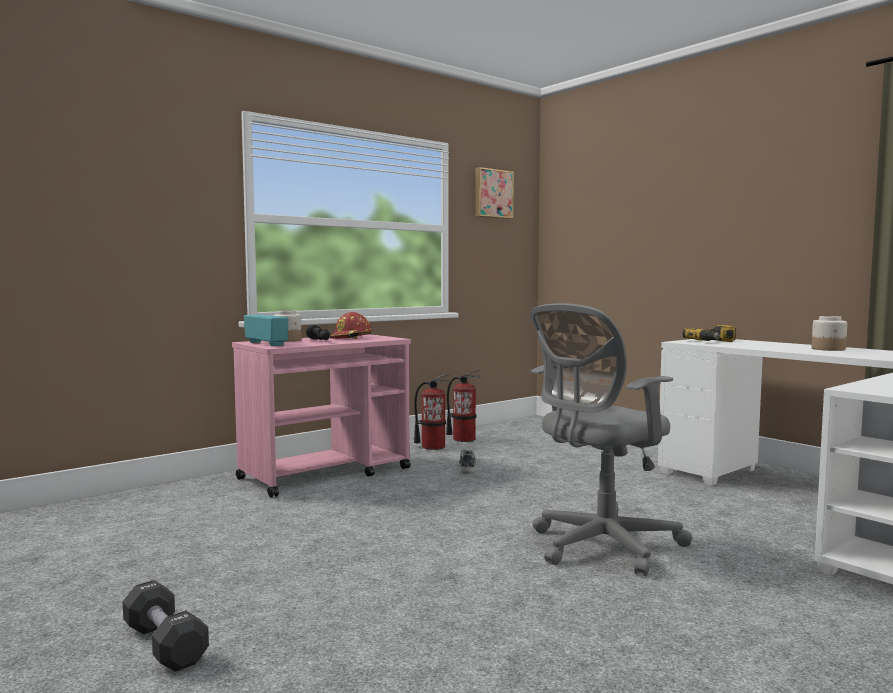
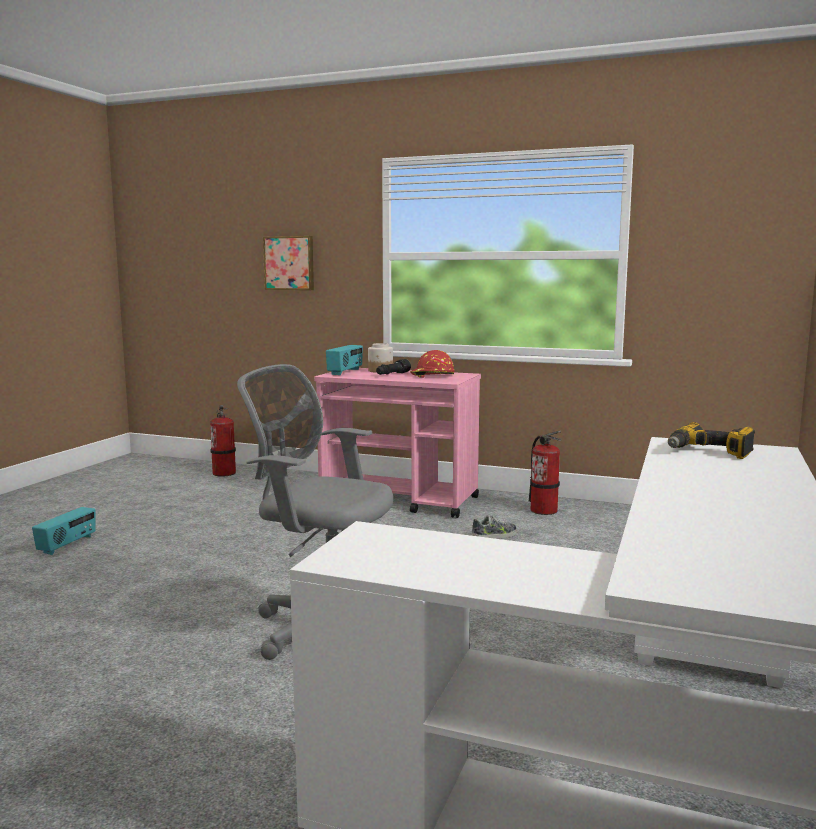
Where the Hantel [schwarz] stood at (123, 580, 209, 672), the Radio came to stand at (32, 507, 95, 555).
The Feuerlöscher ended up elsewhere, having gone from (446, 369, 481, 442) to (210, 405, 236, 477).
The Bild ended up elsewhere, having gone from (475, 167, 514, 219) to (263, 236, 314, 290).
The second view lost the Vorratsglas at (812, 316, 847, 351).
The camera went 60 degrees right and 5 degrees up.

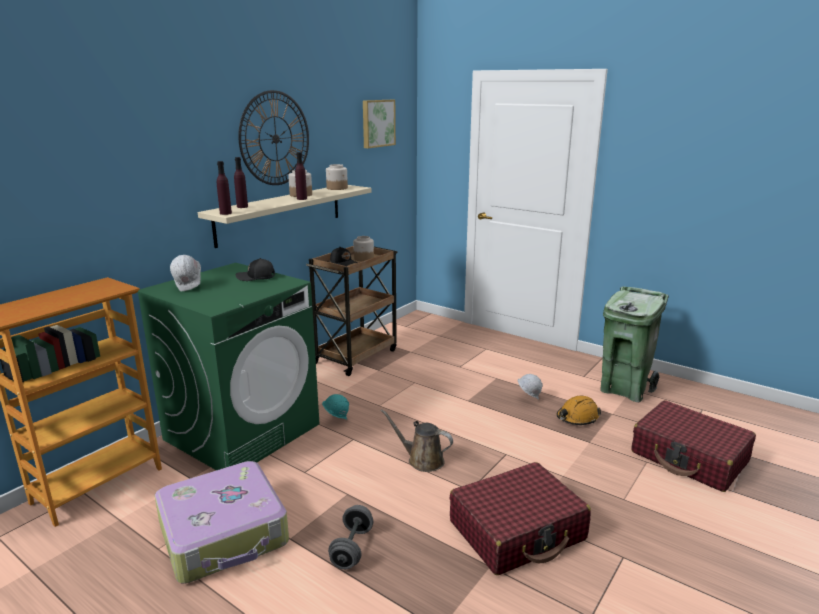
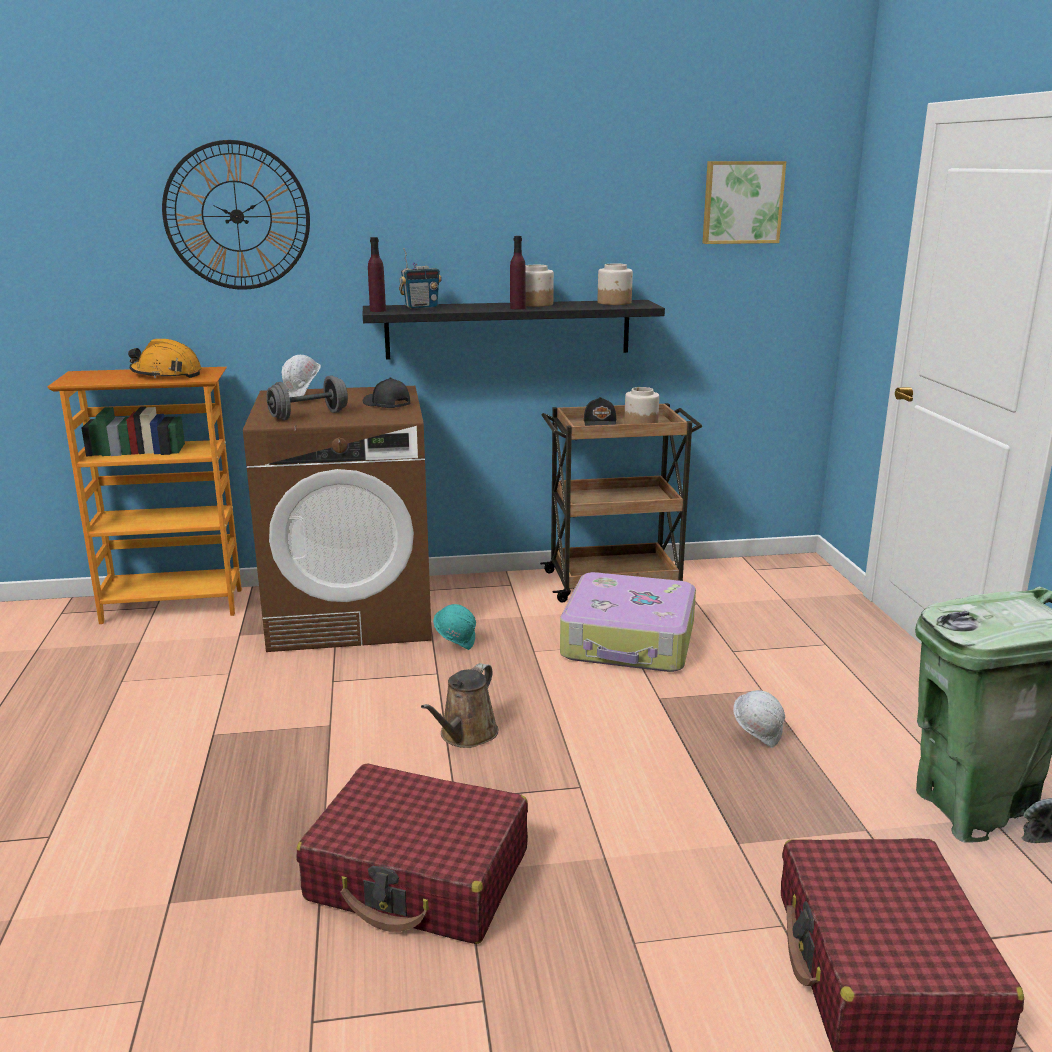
What was the Waschmaschine [grün] at (137, 263, 319, 470) turned into the Waschmaschine [braun] at (243, 386, 432, 652).
The Koffer ended up elsewhere, having gone from (155, 461, 289, 584) to (560, 572, 696, 672).
What was the Wandregal [beige] at (198, 185, 372, 248) turned into the Wandregal [schwarz] at (363, 300, 665, 360).
Where the Flasche [lila] stood at (234, 157, 248, 208), the Radio came to stand at (399, 248, 442, 309).
The Wanduhr ended up elsewhere, having gone from (238, 90, 309, 185) to (162, 140, 310, 290).
The Hantel [grau] ended up elsewhere, having gone from (328, 505, 373, 569) to (266, 375, 348, 420).
The Gießkanne [braun] at (381, 409, 453, 472) ended up facing another way, 135 degrees counterclockwise from before.
The Schutzhelm [orange] ended up elsewhere, having gone from (556, 396, 601, 425) to (128, 339, 202, 378).
The camera went 45 degrees right and 0 degrees up.

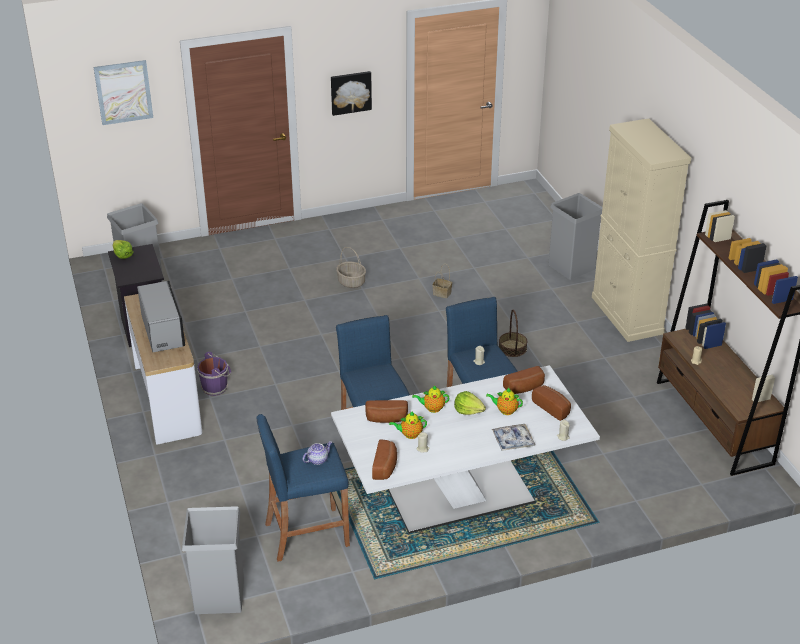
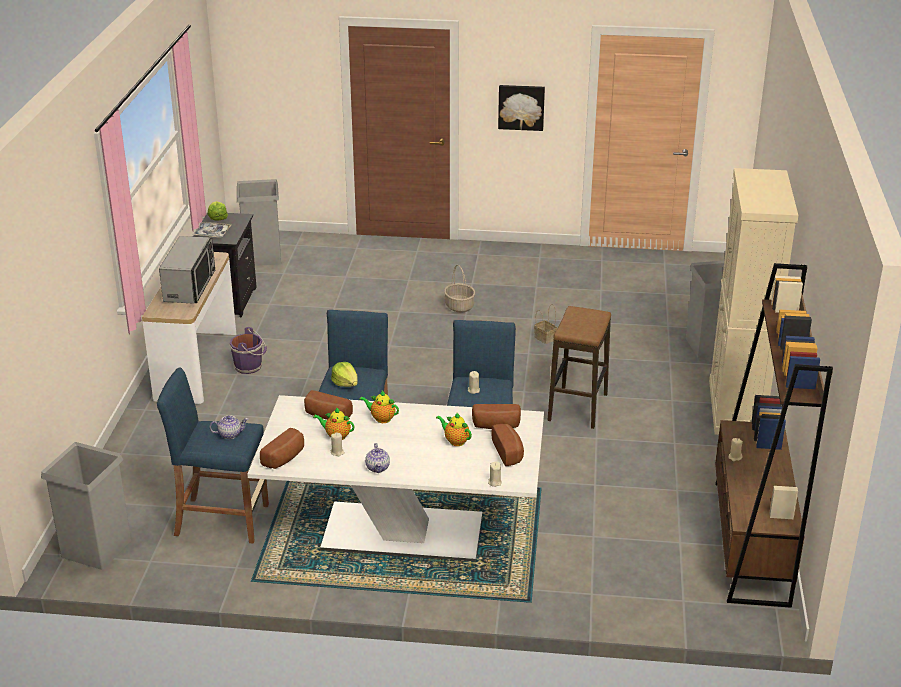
The second view lost the Bild at (94, 60, 153, 125).
The Salatkopf ended up elsewhere, having gone from (454, 391, 486, 415) to (331, 362, 358, 387).
The Tablett ended up elsewhere, having gone from (492, 424, 535, 451) to (193, 222, 232, 238).
Where the Korb stood at (499, 310, 527, 357), the Hocker came to stand at (547, 306, 611, 429).
The second view gained the Teekanne at (365, 443, 390, 473).
The camera went 25 degrees right and 5 degrees down.

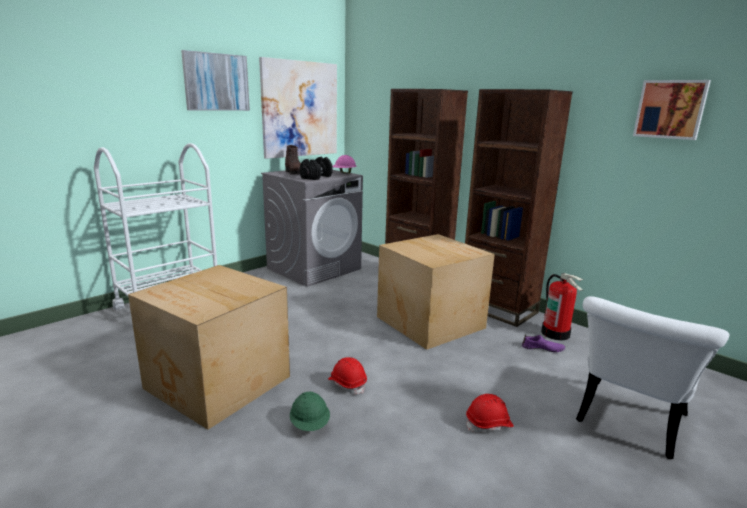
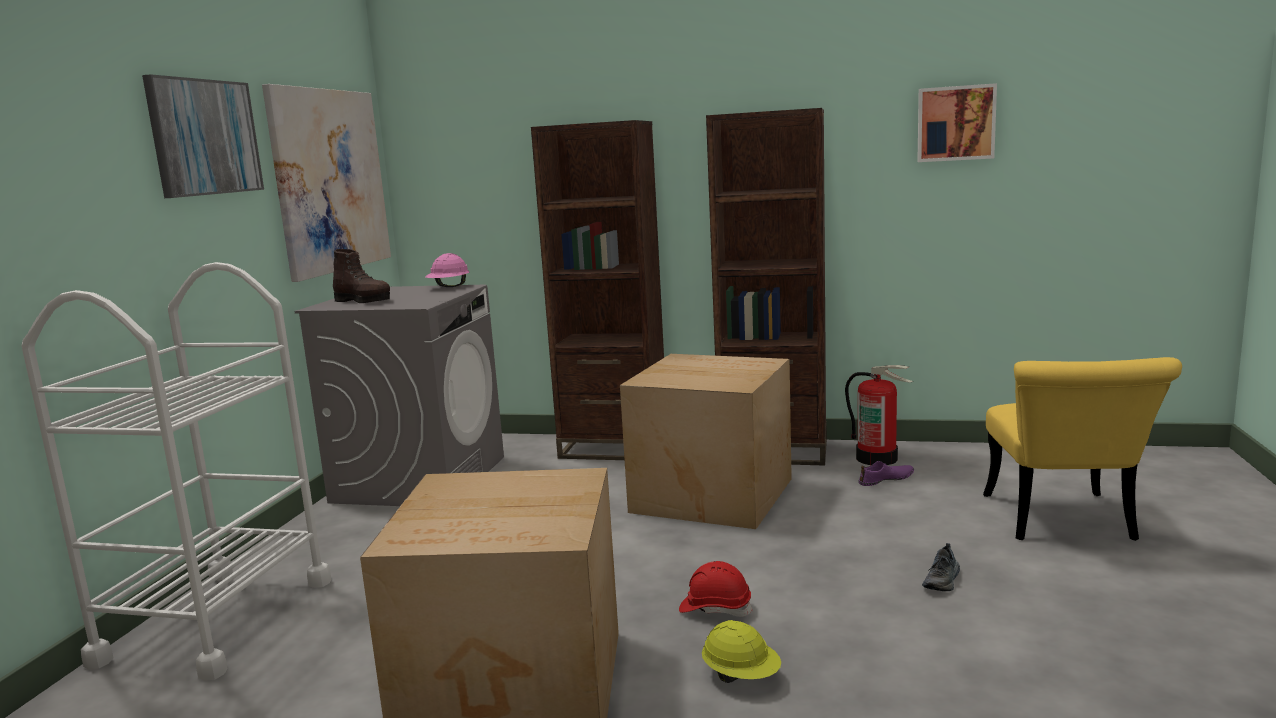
What was the Schutzhelm [grün] at (290, 392, 330, 431) turned into the Schutzhelm [gelb] at (702, 620, 781, 683).
The second view lost the Hantel [schwarz] at (299, 157, 333, 180).
Where the Schutzhelm [rot] stood at (466, 394, 514, 433), the Schuh came to stand at (922, 543, 960, 591).
What was the Stuhl [weiß] at (576, 296, 729, 459) turned into the Stuhl [gelb] at (983, 357, 1182, 541).
The camera went 30 degrees left and 5 degrees down.

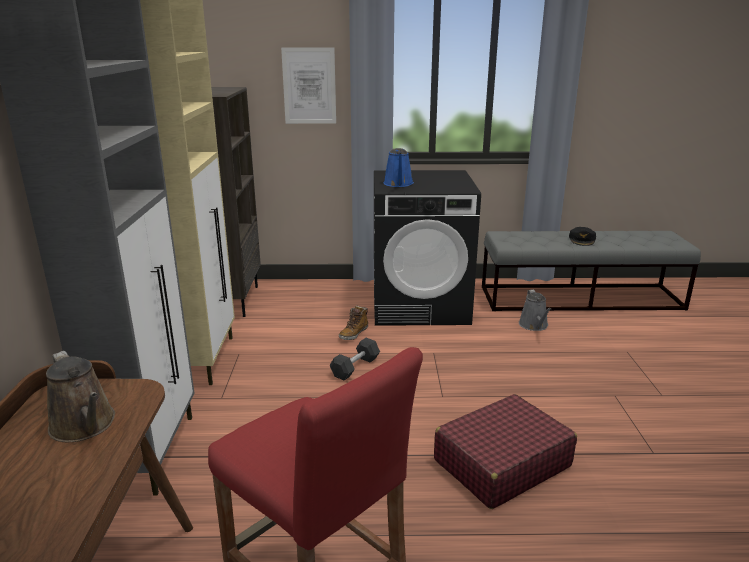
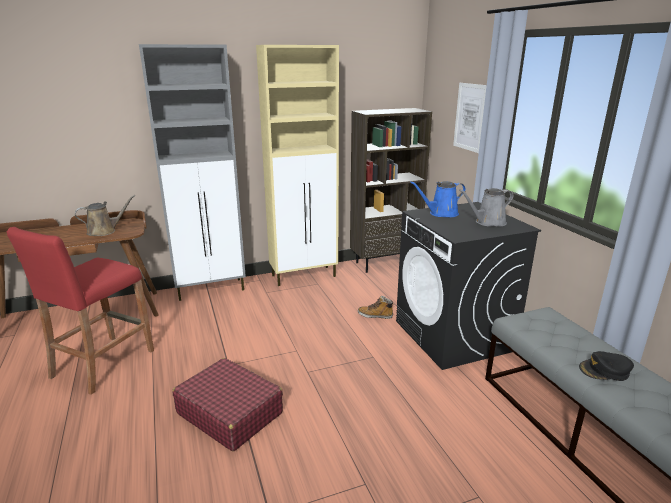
The Gießkanne [braun] at (46, 351, 115, 442) ended up facing another way, 150 degrees counterclockwise from before.
The second view lost the Hantel [schwarz] at (330, 338, 380, 380).
The Gießkanne [grau] ended up elsewhere, having gone from (519, 290, 551, 331) to (459, 188, 513, 227).
The camera went 70 degrees right and 0 degrees up.

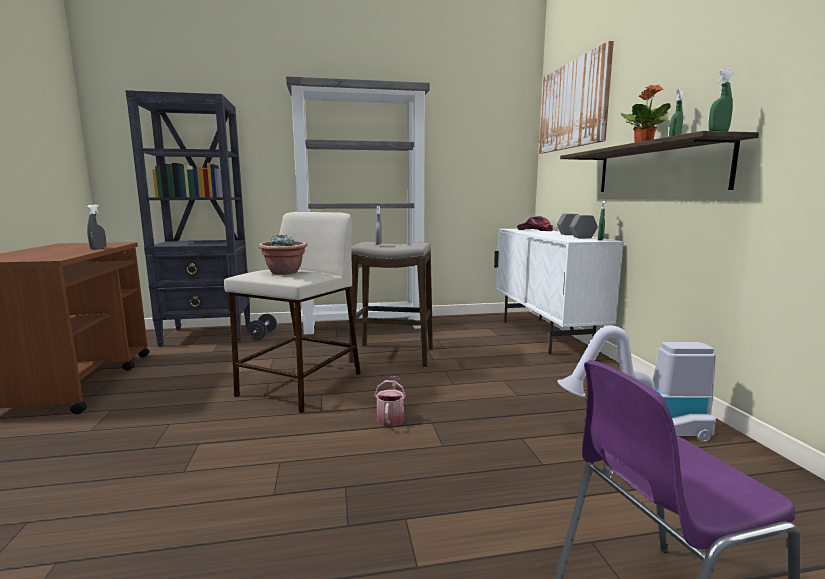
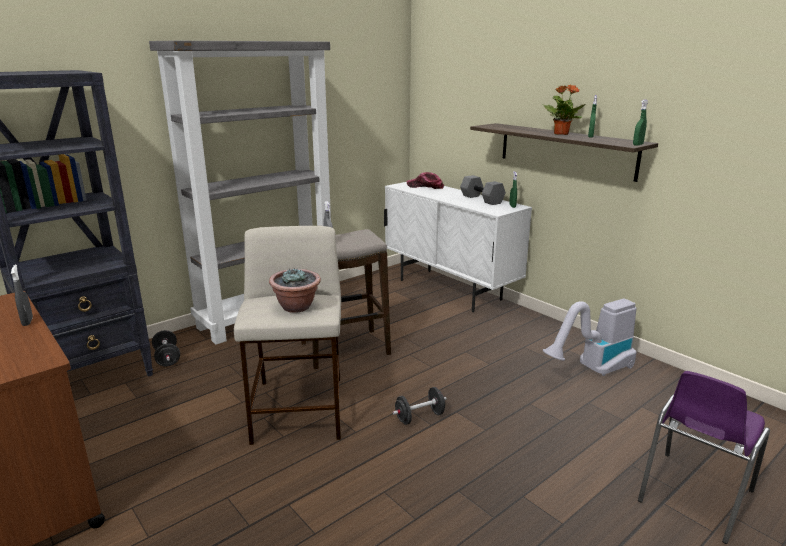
Where the Gießkanne stood at (374, 376, 406, 426), the Hantel [schwarz] came to stand at (393, 387, 447, 425).
The second view lost the Bild at (539, 41, 614, 154).
The camera went 30 degrees left and 10 degrees up.

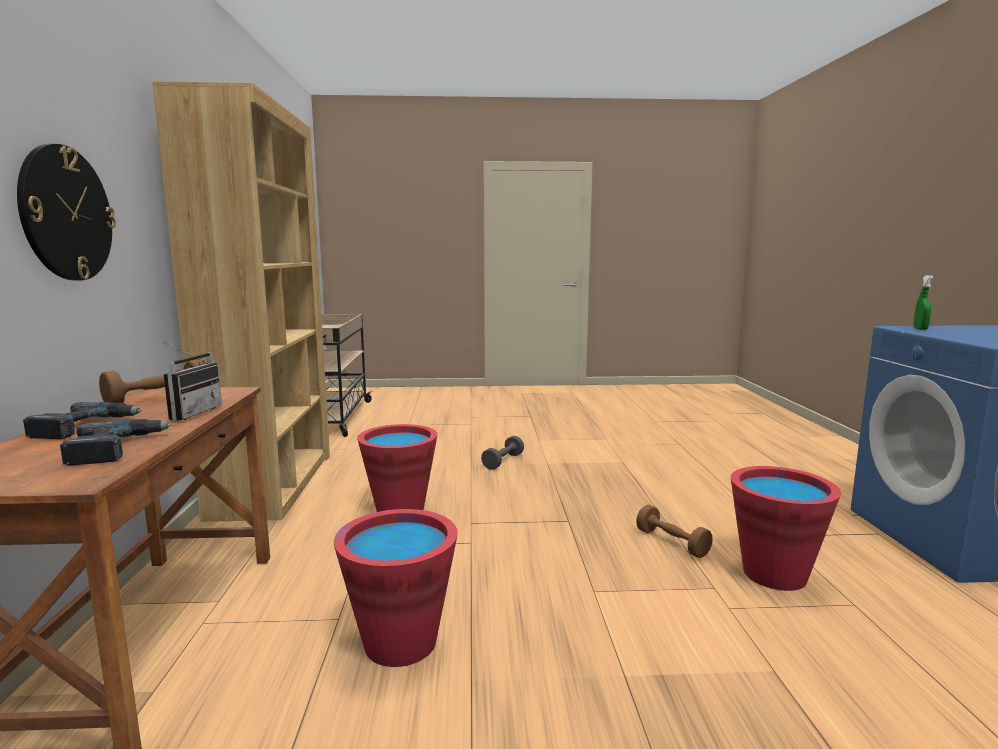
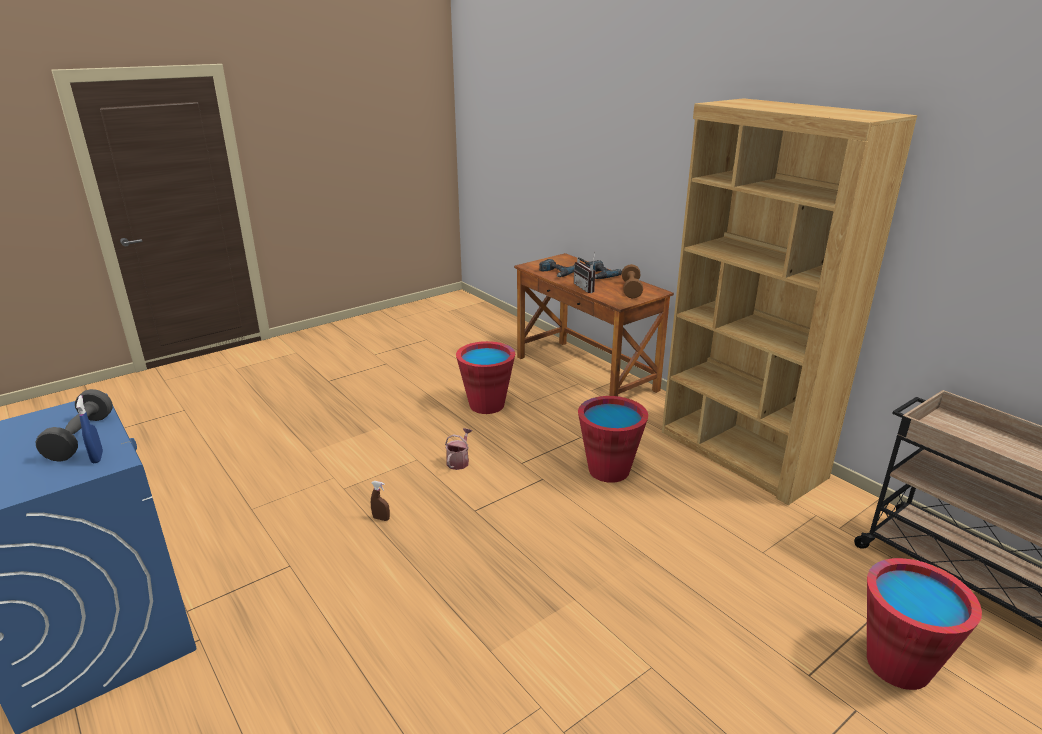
The second view lost the Wanduhr at (17, 144, 116, 280).
The Hantel [grau] ended up elsewhere, having gone from (481, 436, 524, 470) to (35, 389, 113, 462).
Where the Hantel [braun] stood at (636, 505, 713, 558), the Sprühflasche [braun] came to stand at (371, 481, 390, 521).
The Eimer [rot] ended up elsewhere, having gone from (731, 466, 841, 591) to (867, 558, 982, 690).
What was the Sprühflasche [grün] at (913, 275, 933, 330) turned into the Sprühflasche [blau] at (76, 395, 103, 463).
The second view gained the Gießkanne at (445, 428, 472, 470).
The camera went 145 degrees right and 15 degrees up.

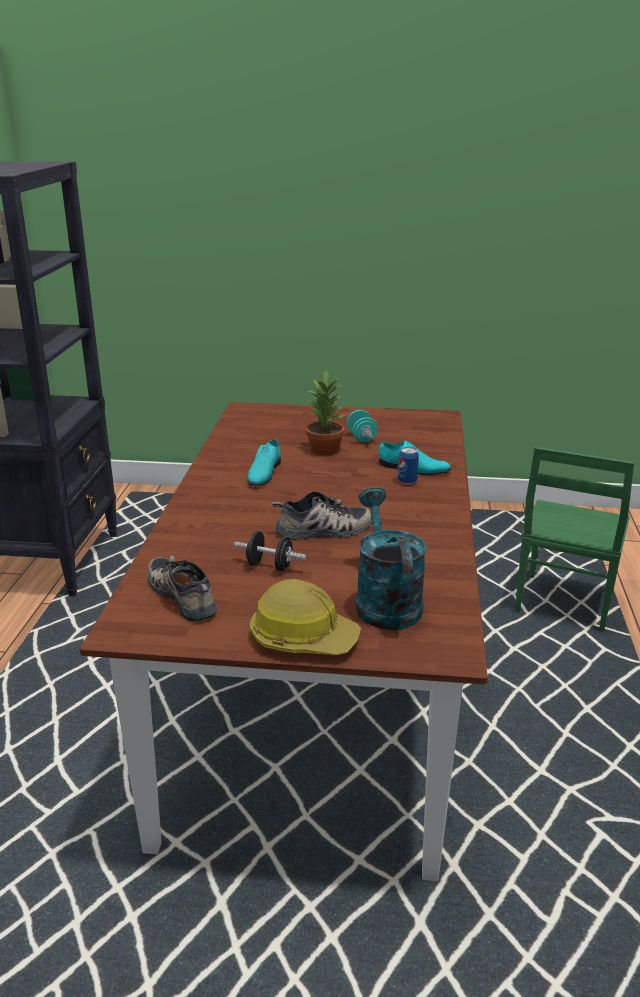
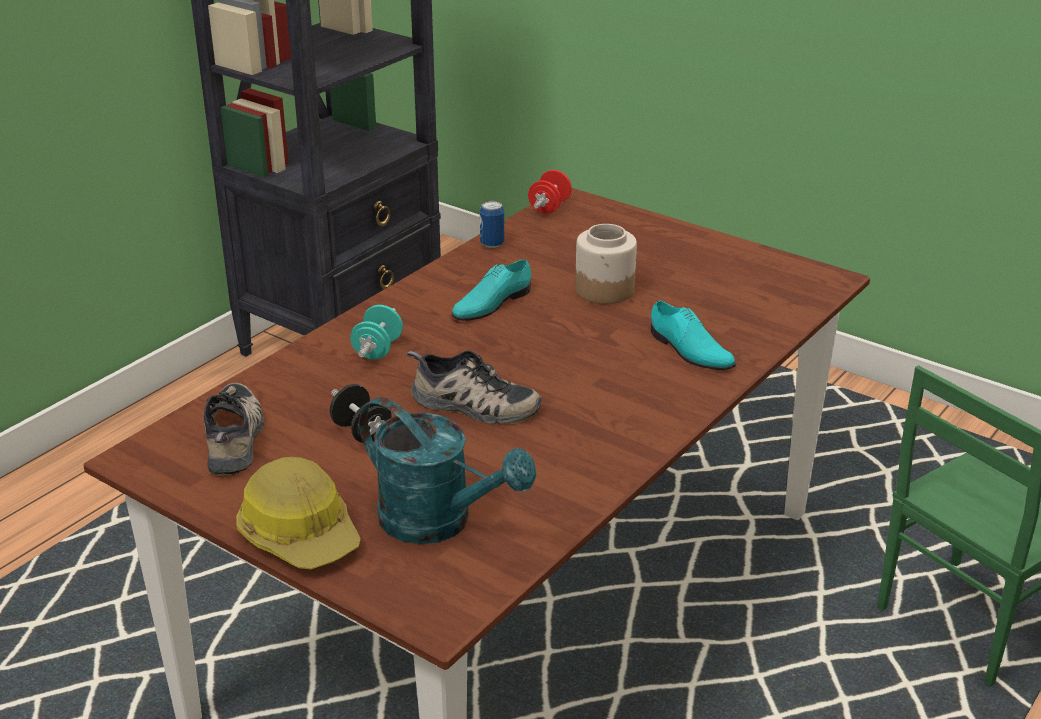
Where the Topfpflanze stood at (306, 370, 345, 455), the Vorratsglas came to stand at (575, 224, 637, 304).
The Hantel [türkis] ended up elsewhere, having gone from (347, 410, 378, 442) to (350, 305, 403, 360).
The Gießkanne [türkis] at (356, 487, 427, 630) ended up facing another way, 105 degrees clockwise from before.
The Dose ended up elsewhere, having gone from (398, 447, 419, 485) to (480, 201, 504, 248).
The second view gained the Hantel [rot] at (528, 170, 572, 214).
The camera went 30 degrees right and 5 degrees up.

